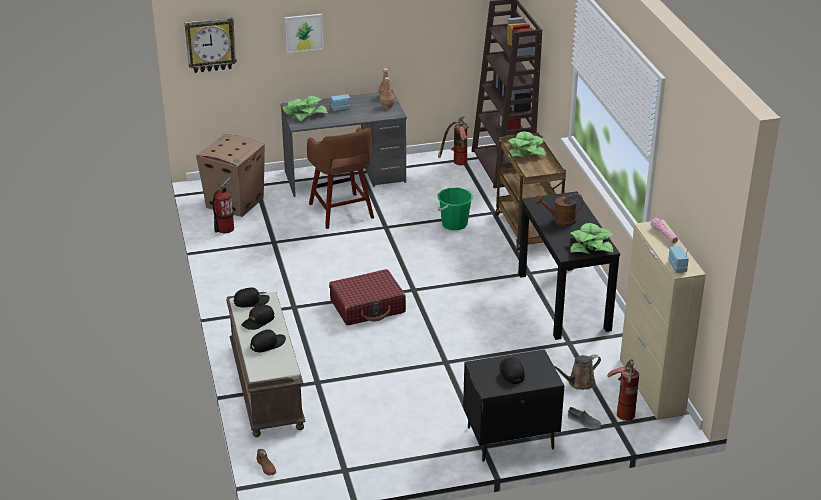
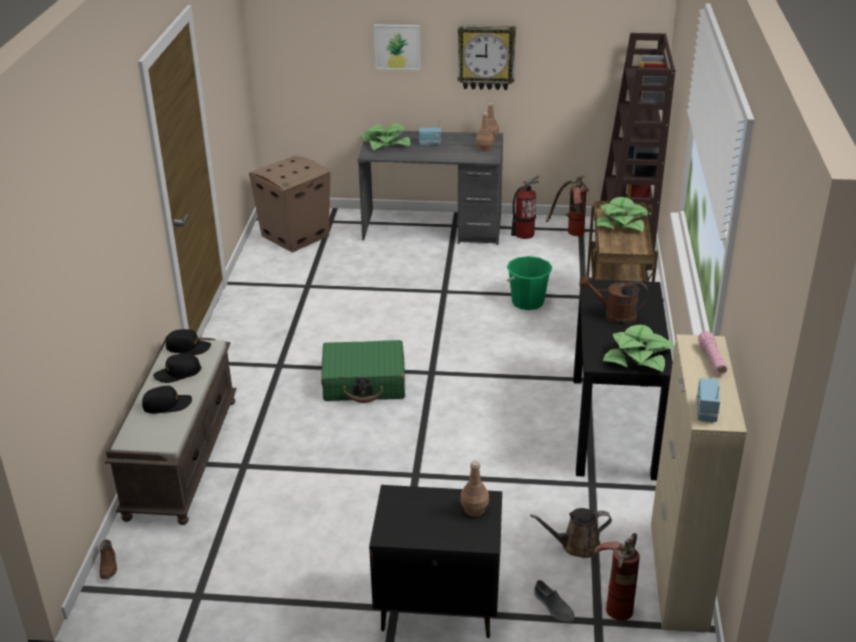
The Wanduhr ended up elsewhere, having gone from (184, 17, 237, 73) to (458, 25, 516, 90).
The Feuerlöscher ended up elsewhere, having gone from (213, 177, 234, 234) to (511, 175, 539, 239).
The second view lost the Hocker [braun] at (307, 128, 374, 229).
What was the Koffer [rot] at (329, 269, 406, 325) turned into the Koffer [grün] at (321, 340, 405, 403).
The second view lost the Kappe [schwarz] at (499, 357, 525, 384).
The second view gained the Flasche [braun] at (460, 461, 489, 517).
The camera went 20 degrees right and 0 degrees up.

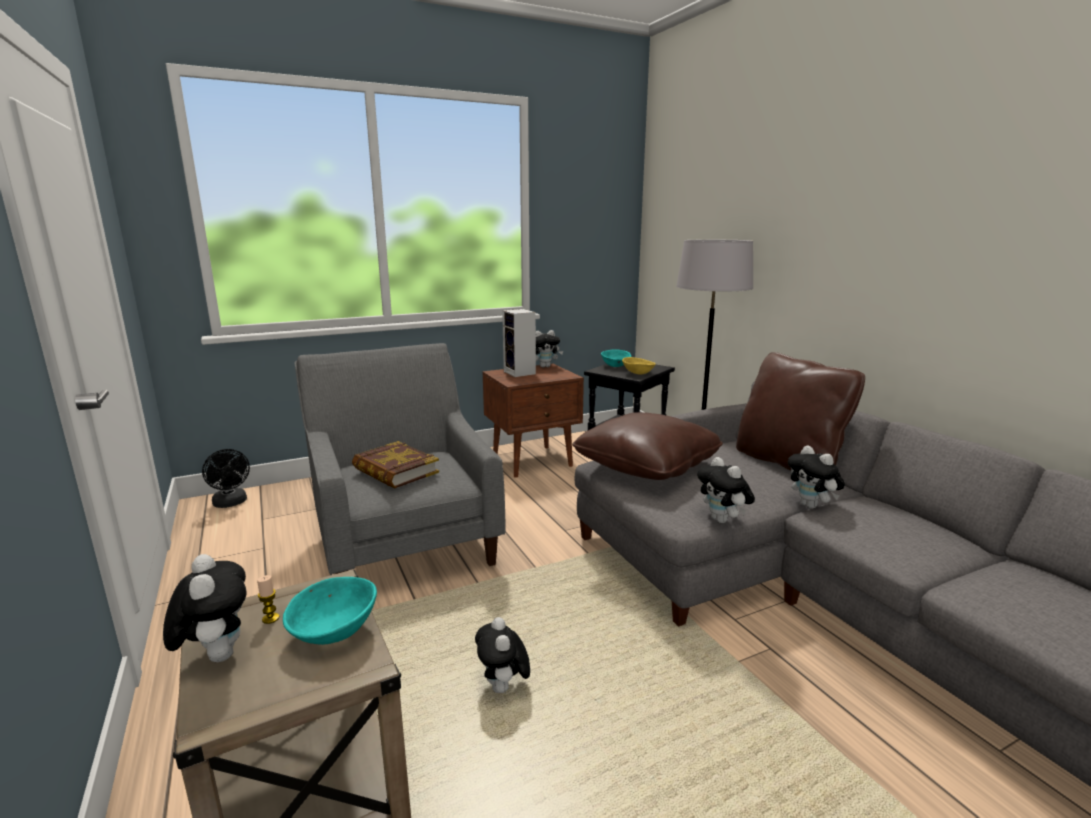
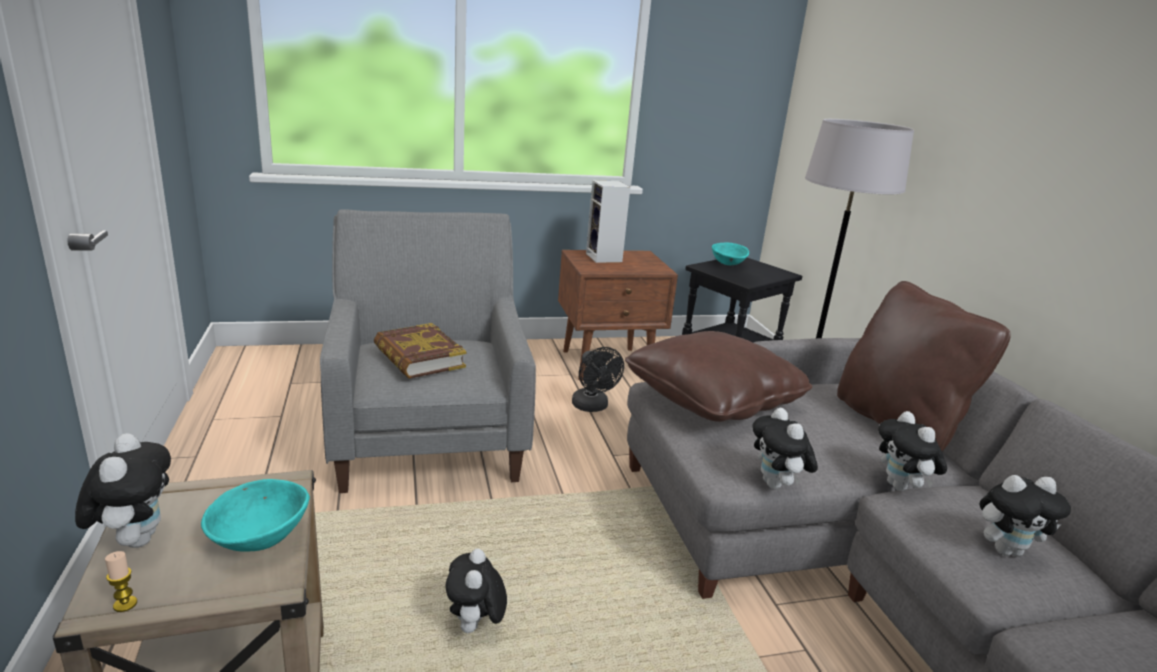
The Ventilator [schwarz] ended up elsewhere, having gone from (202, 449, 250, 508) to (572, 347, 624, 412).
The Kerze ended up elsewhere, having gone from (257, 575, 280, 624) to (105, 551, 137, 612).
The Plüschtier ended up elsewhere, having gone from (536, 330, 563, 368) to (980, 475, 1071, 557).
The second view lost the Schüssel [gelb] at (622, 357, 656, 375).
The camera went 10 degrees right and 5 degrees up.

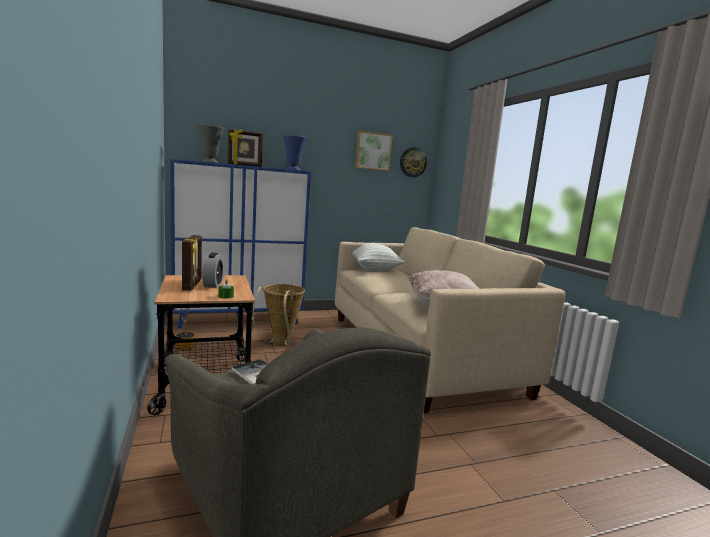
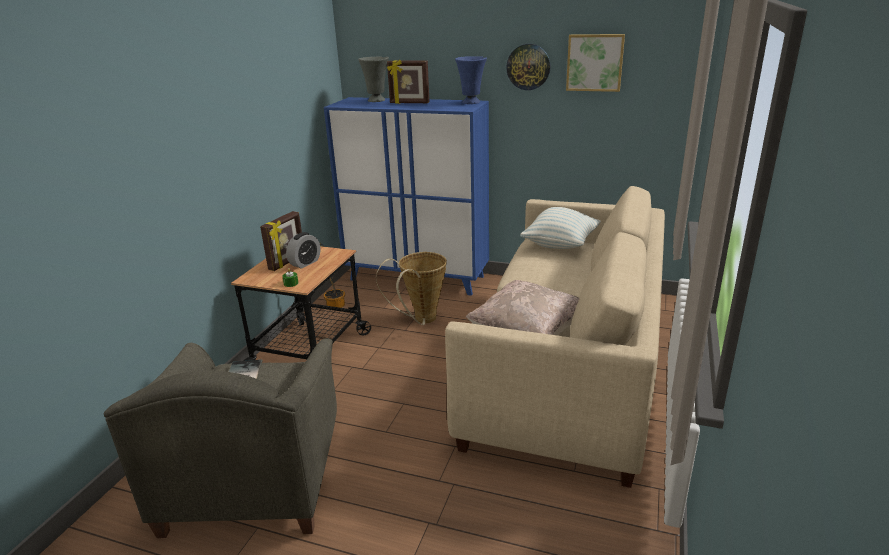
The Wanduhr ended up elsewhere, having gone from (400, 147, 427, 177) to (506, 44, 551, 90).
The camera went 40 degrees right and 15 degrees up.

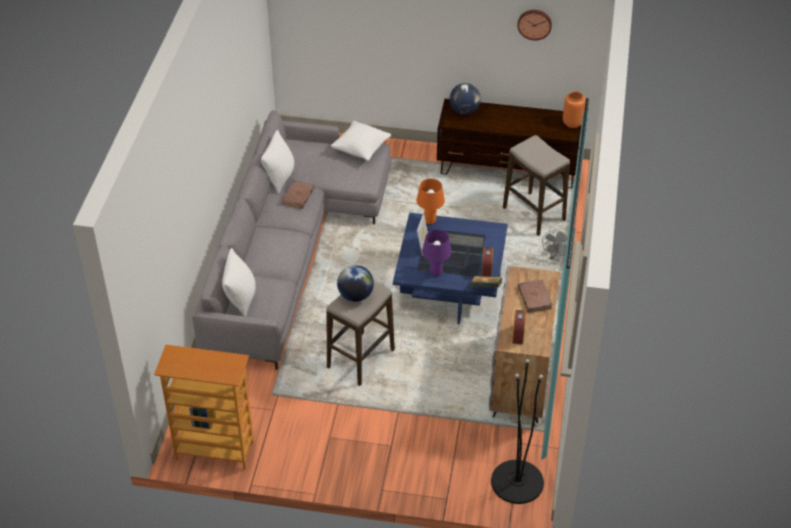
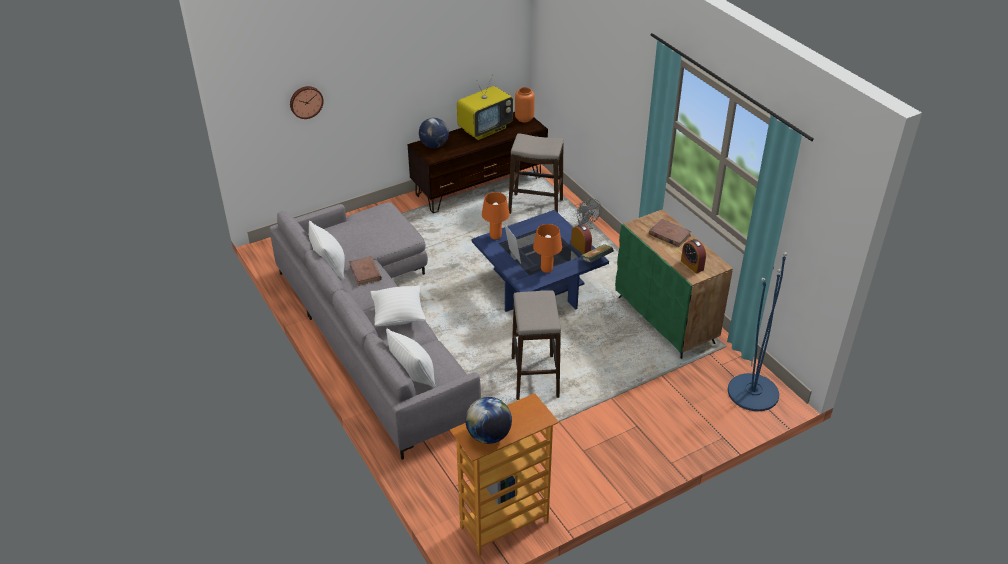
The Kissen [weiß] ended up elsewhere, having gone from (331, 121, 391, 161) to (370, 285, 426, 326).
The Globus ended up elsewhere, having gone from (337, 265, 374, 302) to (465, 397, 512, 444).
What was the Tischlampe [lila] at (422, 229, 451, 276) turned into the Tischlampe [orange] at (533, 224, 562, 273).
What was the Schrank [grau] at (489, 266, 560, 423) turned into the Schrank [grün] at (615, 210, 733, 359).
What was the Stehlampe [schwarz] at (491, 359, 544, 504) turned into the Stehlampe [blau] at (728, 252, 787, 411).
The Wanduhr ended up elsewhere, having gone from (517, 10, 552, 40) to (290, 86, 324, 119).
The second view gained the Fernseher at (457, 75, 513, 140).
The camera went 40 degrees left and 5 degrees down.

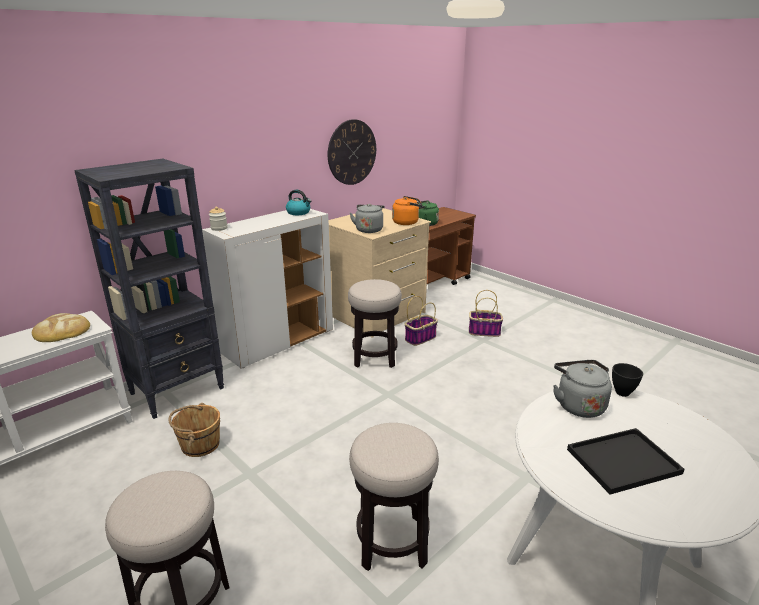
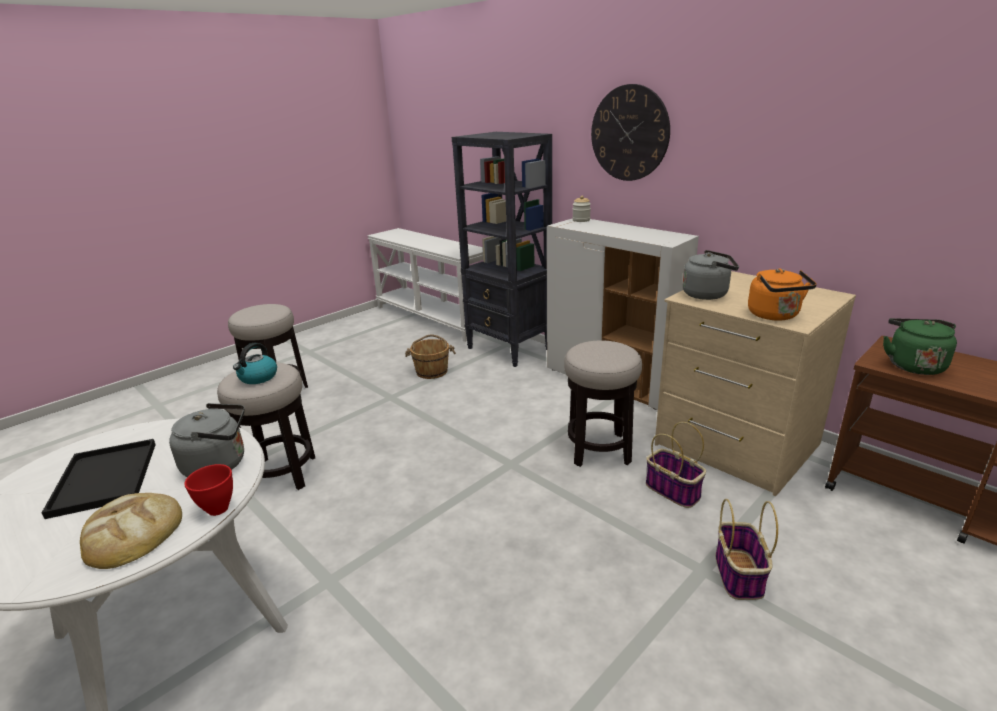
The Brot ended up elsewhere, having gone from (32, 313, 90, 342) to (80, 493, 182, 569).
The Wasserkessel ended up elsewhere, having gone from (286, 190, 311, 215) to (233, 343, 277, 384).
The Wanduhr ended up elsewhere, having gone from (328, 119, 376, 185) to (591, 84, 670, 181).
What was the Schüssel [schwarz] at (612, 363, 643, 397) turned into the Schüssel [rot] at (184, 464, 233, 516).
The camera went 90 degrees right and 0 degrees up.

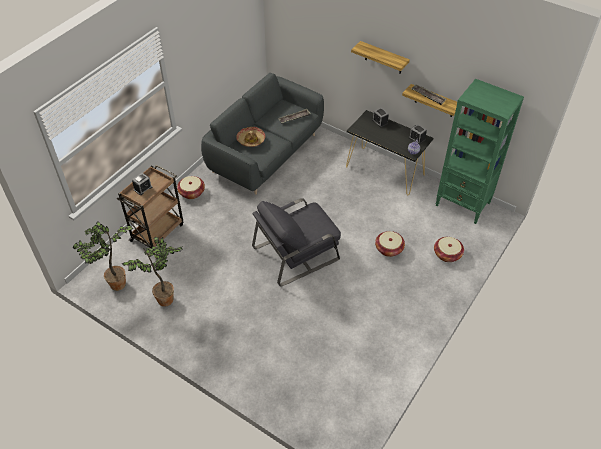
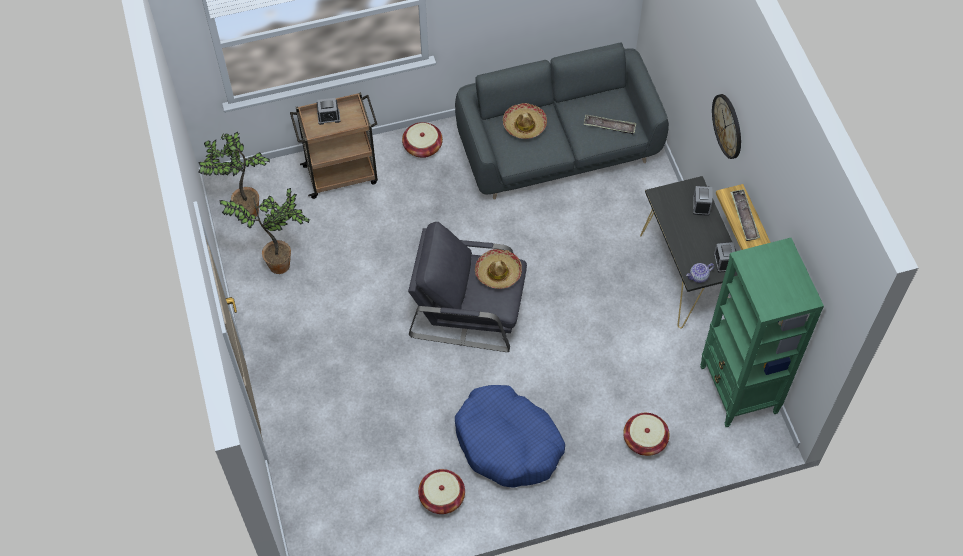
Where the Wandregal hung at (351, 41, 410, 74), the Wanduhr came to hang at (712, 94, 741, 159).
The Korb ended up elsewhere, having gone from (375, 231, 405, 257) to (418, 469, 465, 514).
The second view gained the Hundebett [blau] at (455, 385, 565, 488).
The second view gained the Hut at (475, 249, 522, 289).
The camera went 40 degrees right and 10 degrees up.

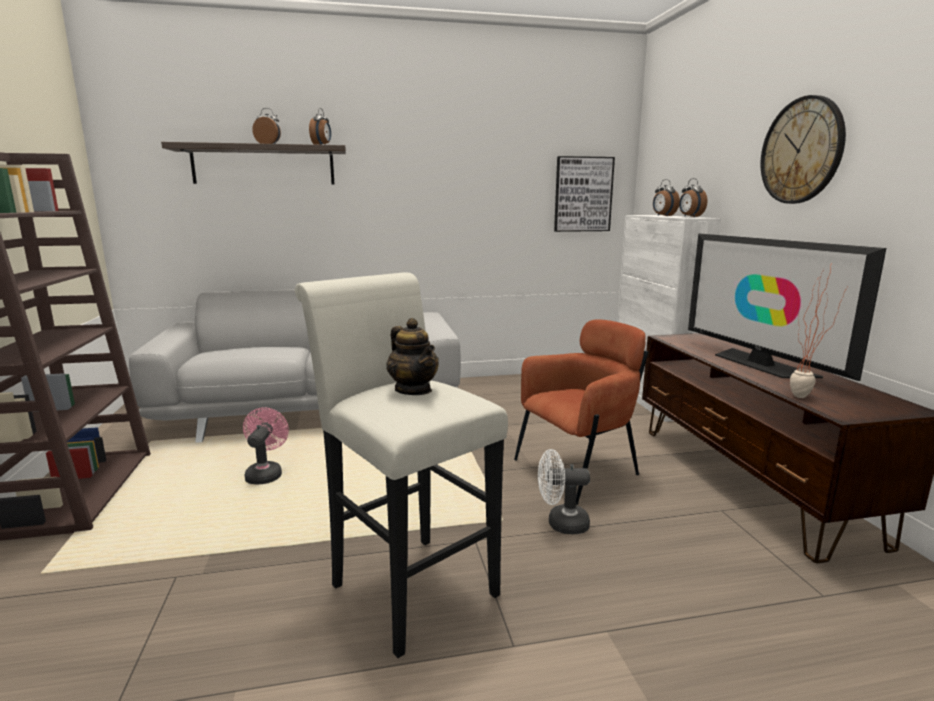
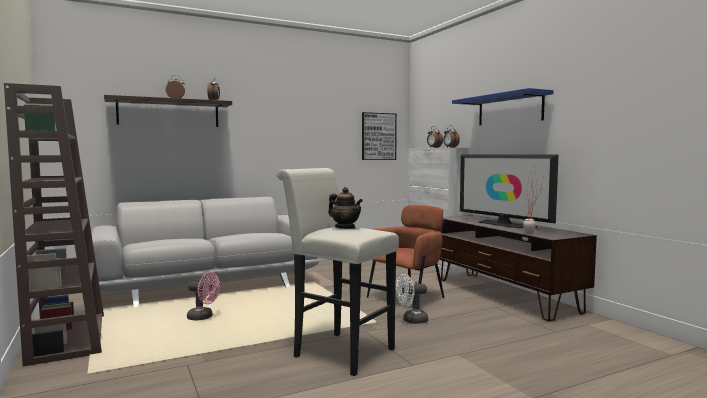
The Ventilator [rosa] at (243, 407, 289, 484) ended up facing another way, 120 degrees clockwise from before.
Where the Wanduhr hung at (760, 95, 846, 204), the Wandregal [blau] came to hang at (452, 88, 554, 125).
The camera went 15 degrees left and 10 degrees down.

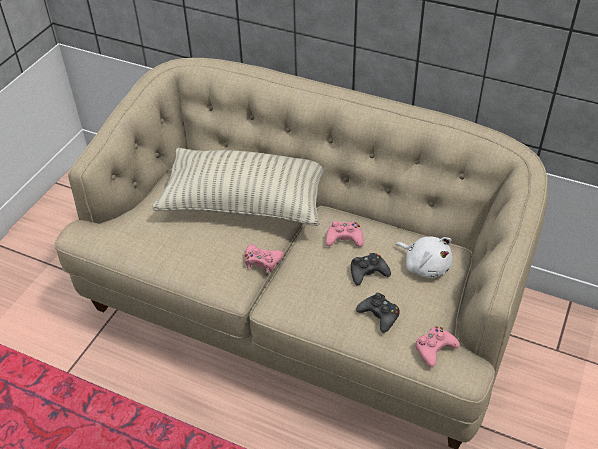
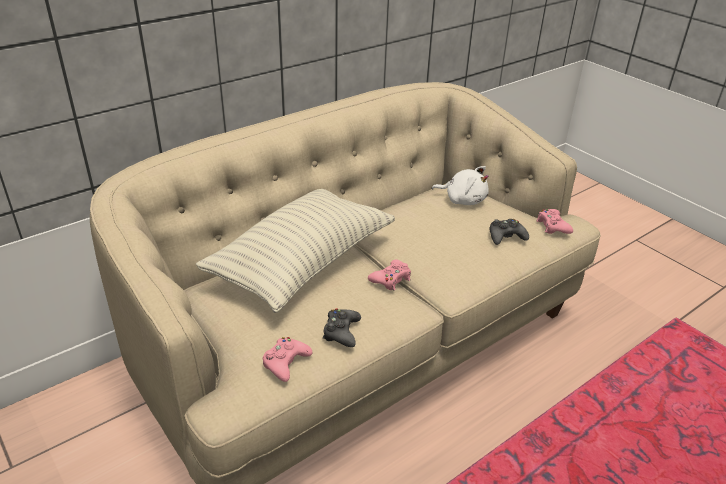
The Gamepad [rosa] ended up elsewhere, having gone from (326, 221, 364, 247) to (263, 337, 313, 382).
The Gamepad [schwarz] ended up elsewhere, having gone from (351, 253, 391, 285) to (323, 309, 361, 347).
The Plüschtier [weiß] at (395, 236, 452, 278) ended up facing another way, 45 degrees clockwise from before.
The camera went 65 degrees left and 10 degrees down.

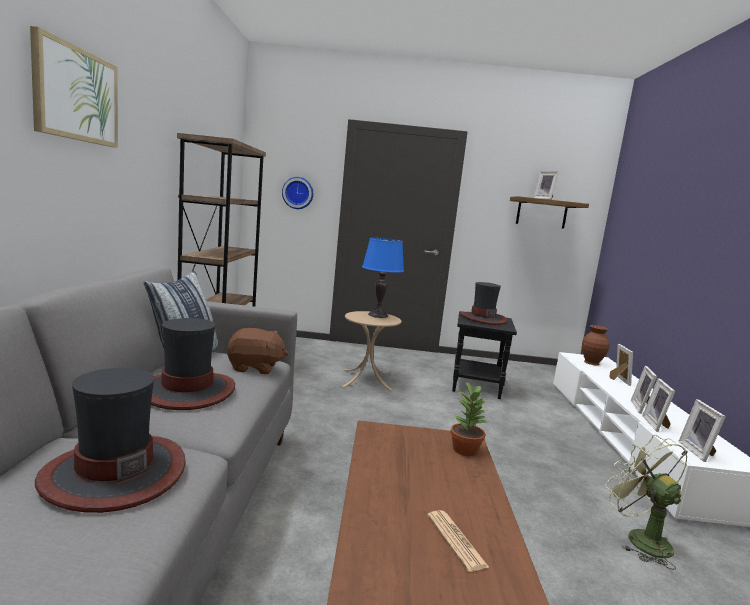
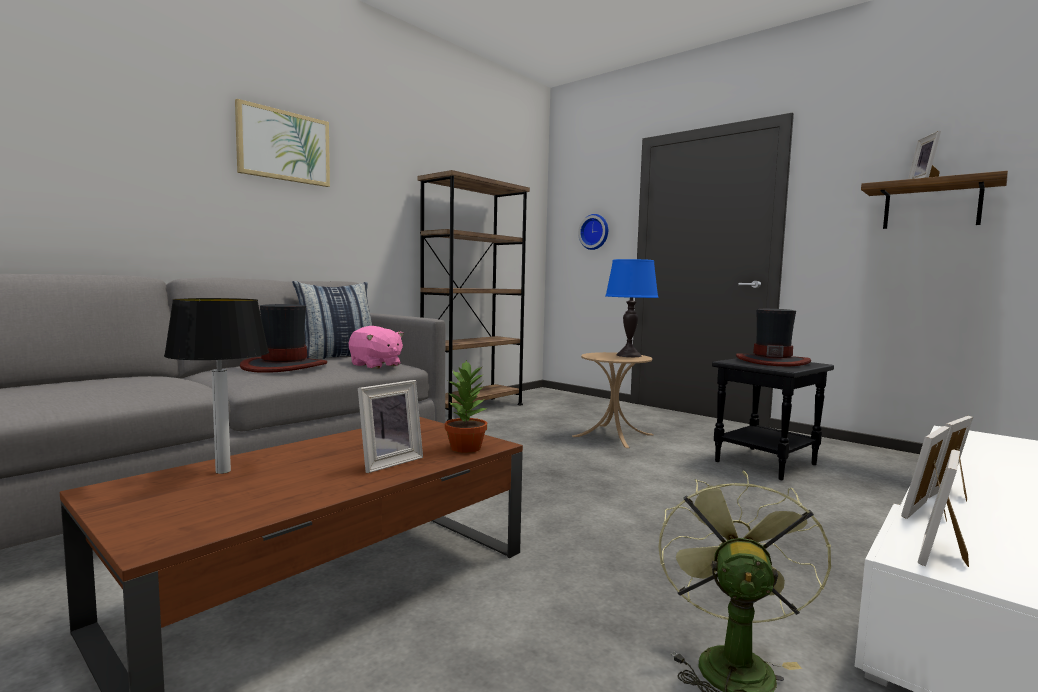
The second view lost the Hut at (35, 368, 186, 513).
What was the Plüschtier [braun] at (227, 328, 289, 374) turned into the Plüschtier [rosa] at (349, 326, 404, 369).
The second view lost the Zeitung at (427, 510, 490, 572).
The second view lost the Vase [braun] at (582, 325, 610, 366).
The Bilderrahmen ended up elsewhere, having gone from (609, 344, 633, 386) to (358, 380, 423, 473).
The second view gained the Tischlampe at (164, 298, 269, 474).
The camera went 40 degrees right and 5 degrees down.

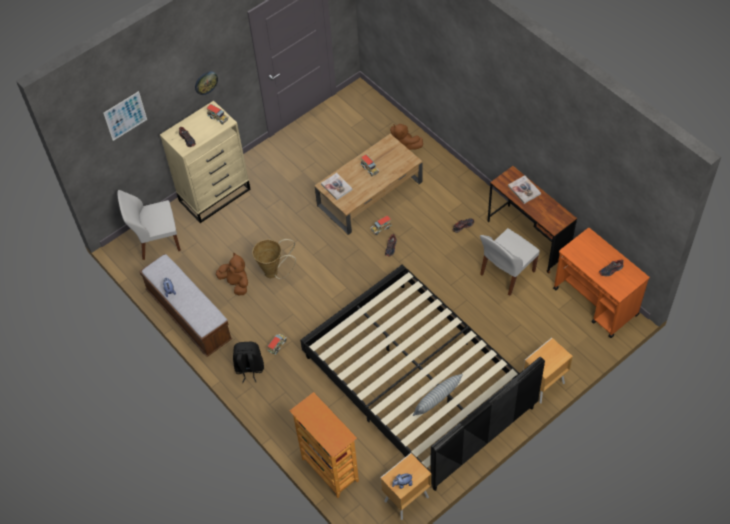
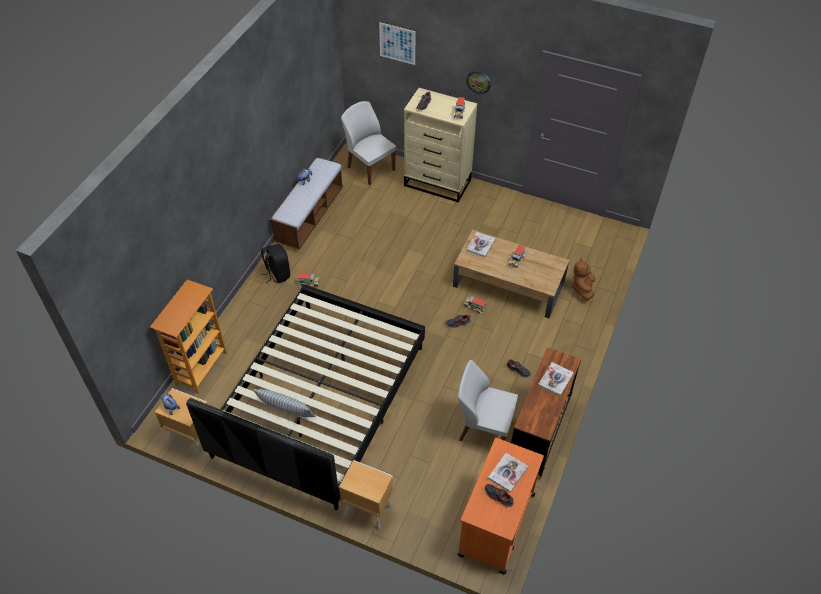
The second view lost the Plüschtier [braun] at (216, 253, 248, 295).
The second view lost the Korb at (252, 239, 296, 279).
The second view gained the Buch at (488, 453, 528, 493).
The camera went 60 degrees right and 5 degrees down.

